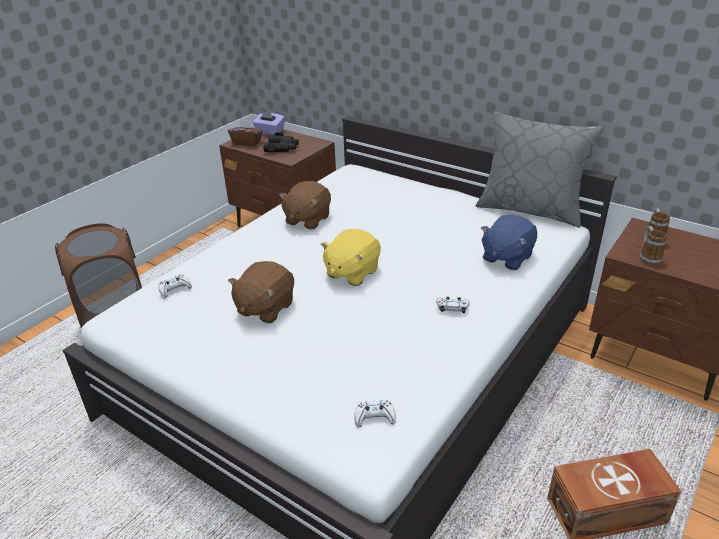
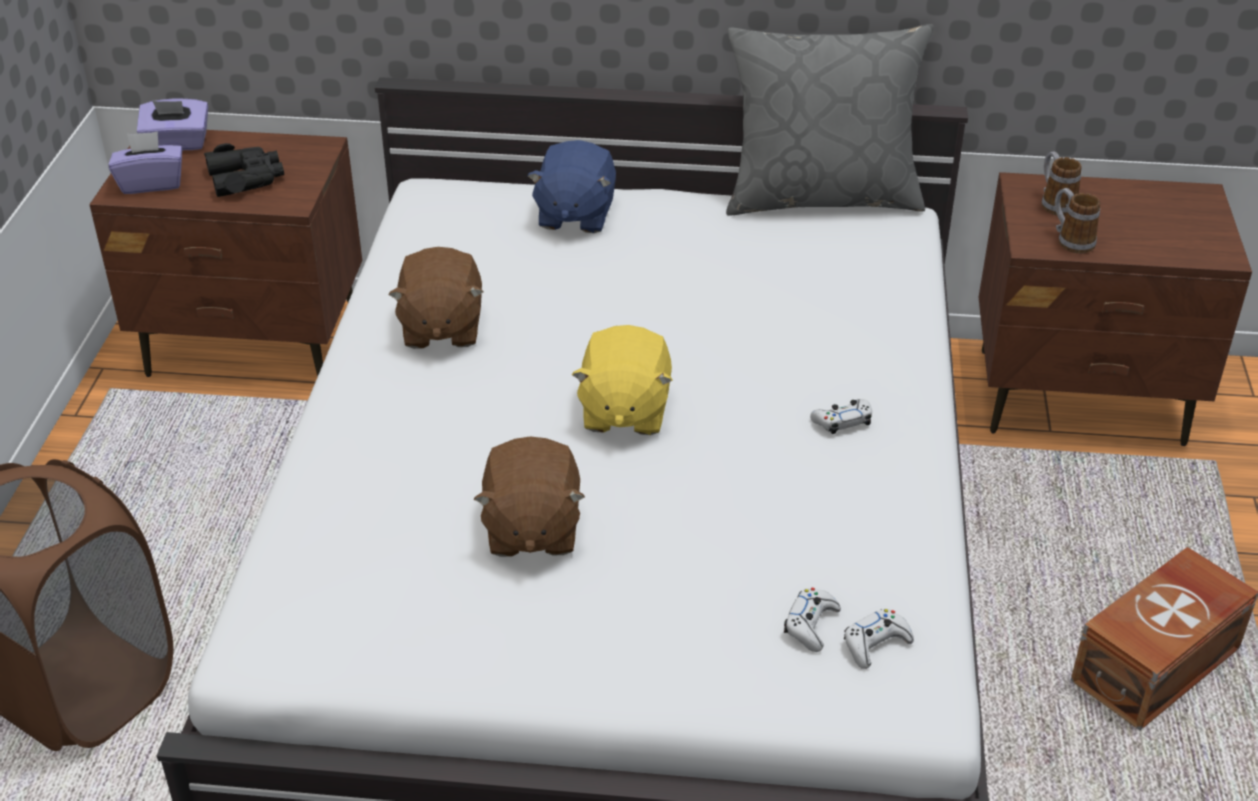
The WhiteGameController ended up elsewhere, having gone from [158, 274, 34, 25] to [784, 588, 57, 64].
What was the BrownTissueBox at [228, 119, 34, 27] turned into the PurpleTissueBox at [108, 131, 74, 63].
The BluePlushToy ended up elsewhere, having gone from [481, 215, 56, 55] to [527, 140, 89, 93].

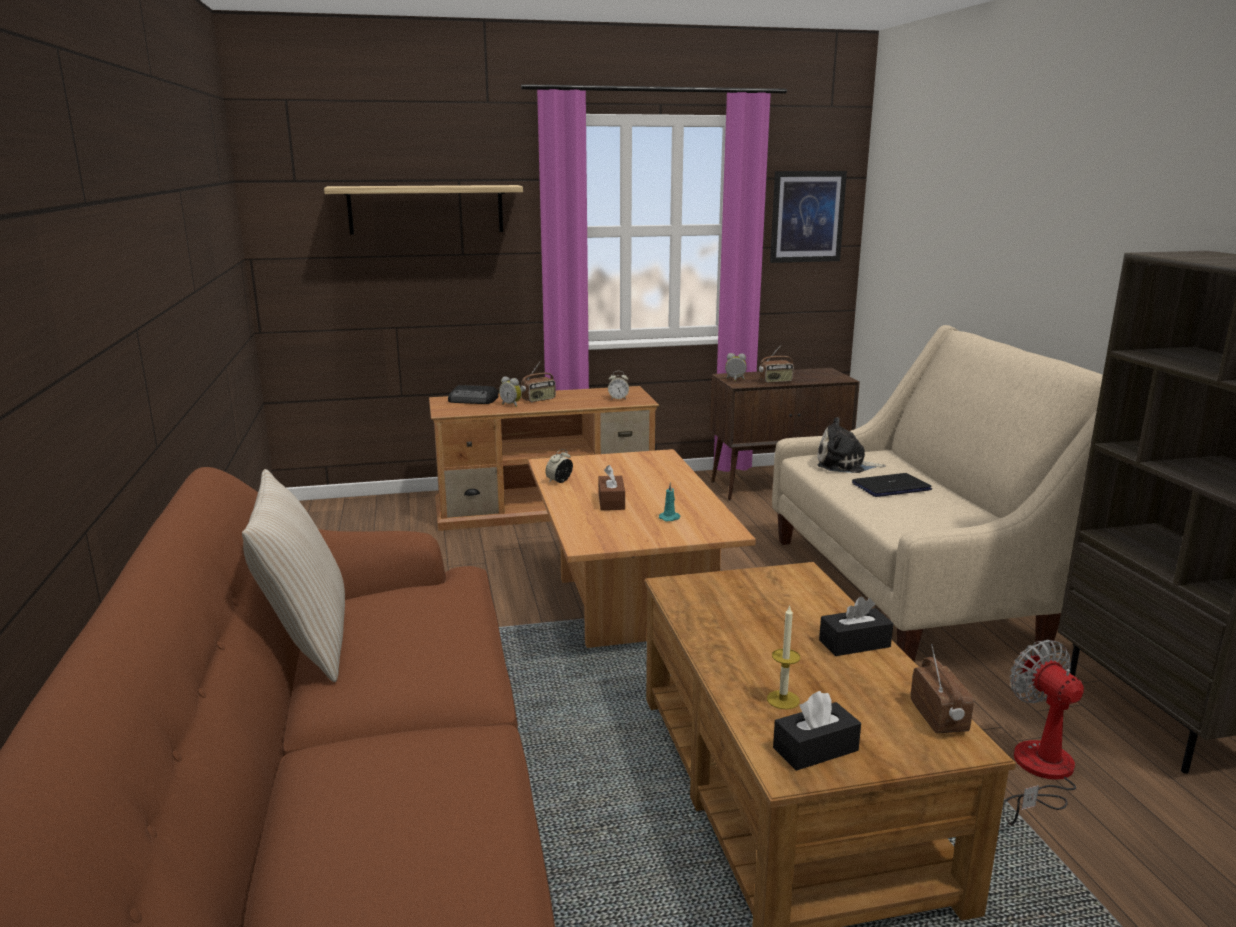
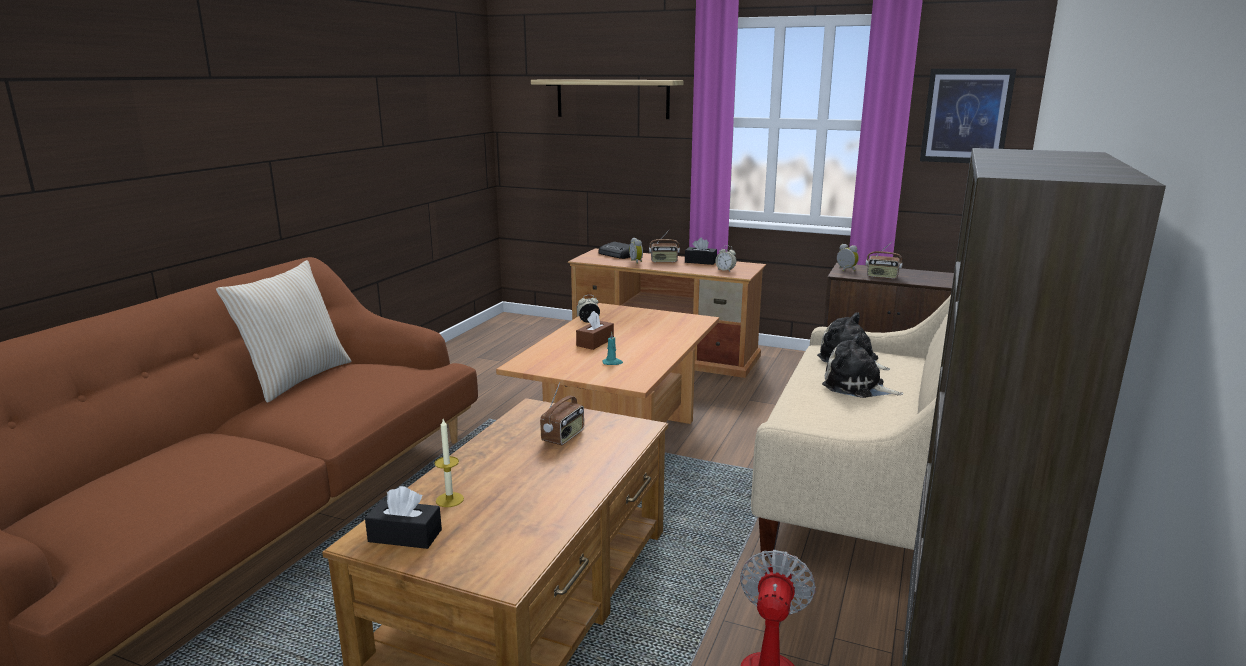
The BlackTissueBox ended up elsewhere, having gone from [819, 597, 74, 59] to [685, 238, 32, 27].
Where the Laptop stood at [852, 473, 80, 24], the PlushToy came to stand at [822, 334, 81, 64].
The Radio ended up elsewhere, having gone from [911, 644, 63, 90] to [540, 382, 44, 63].

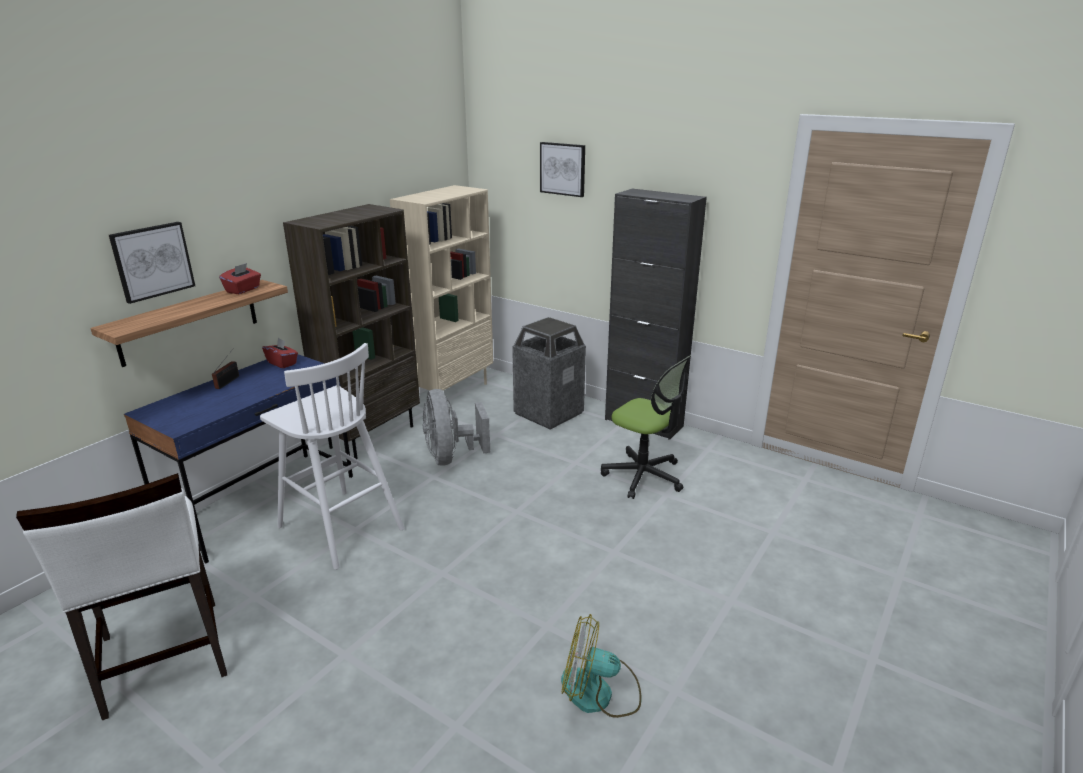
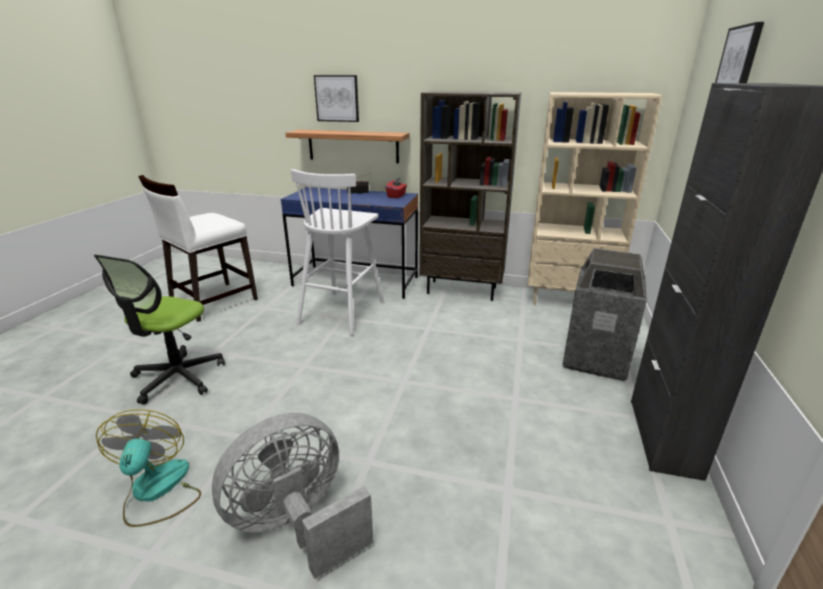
The second view lost the RedTissueBox at [219, 263, 42, 31].
The GreyFan ended up elsewhere, having gone from [423, 389, 67, 76] to [212, 413, 162, 166].
The OfficeChair ended up elsewhere, having gone from [601, 356, 90, 143] to [94, 254, 131, 151].

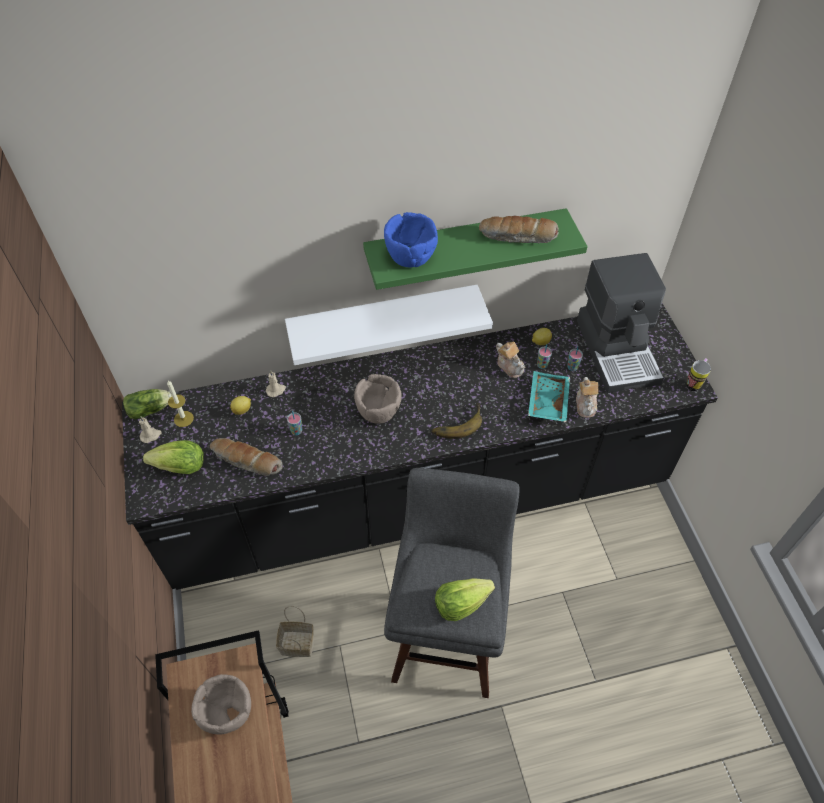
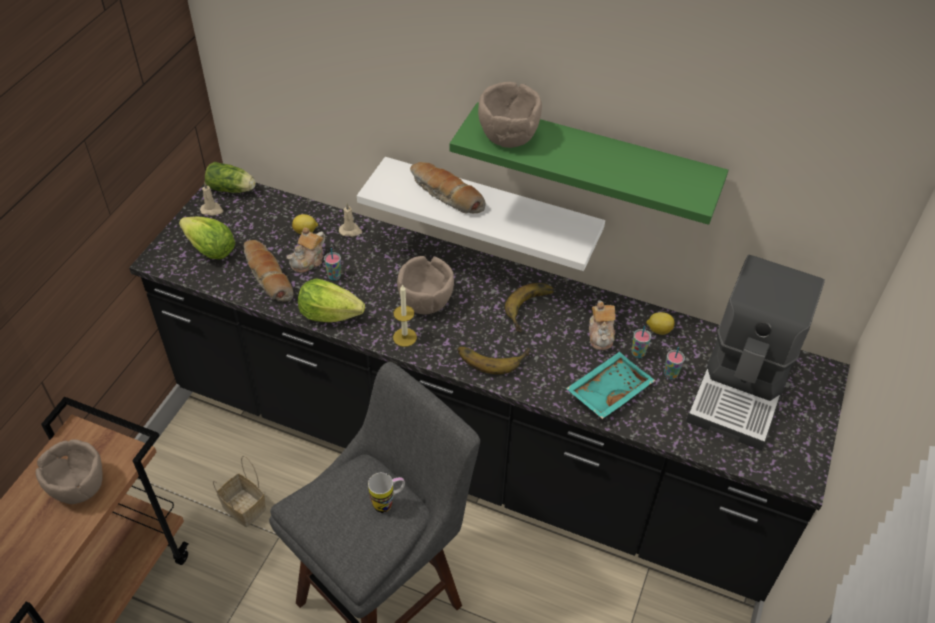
The Candle ended up elsewhere, having gone from [167, 380, 27, 47] to [393, 284, 24, 63].
What was the BlueBowl at [384, 212, 54, 56] turned into the BrownBowl at [478, 82, 64, 66].
The Lettuce ended up elsewhere, having gone from [435, 578, 60, 43] to [298, 278, 67, 44].
The Bread ended up elsewhere, having gone from [479, 216, 80, 27] to [410, 162, 76, 52].
The Teapot ended up elsewhere, having gone from [576, 377, 23, 41] to [287, 227, 38, 46].
The Mug ended up elsewhere, having gone from [686, 358, 25, 33] to [368, 473, 37, 40].
The second view gained the Banana at [505, 283, 49, 49].

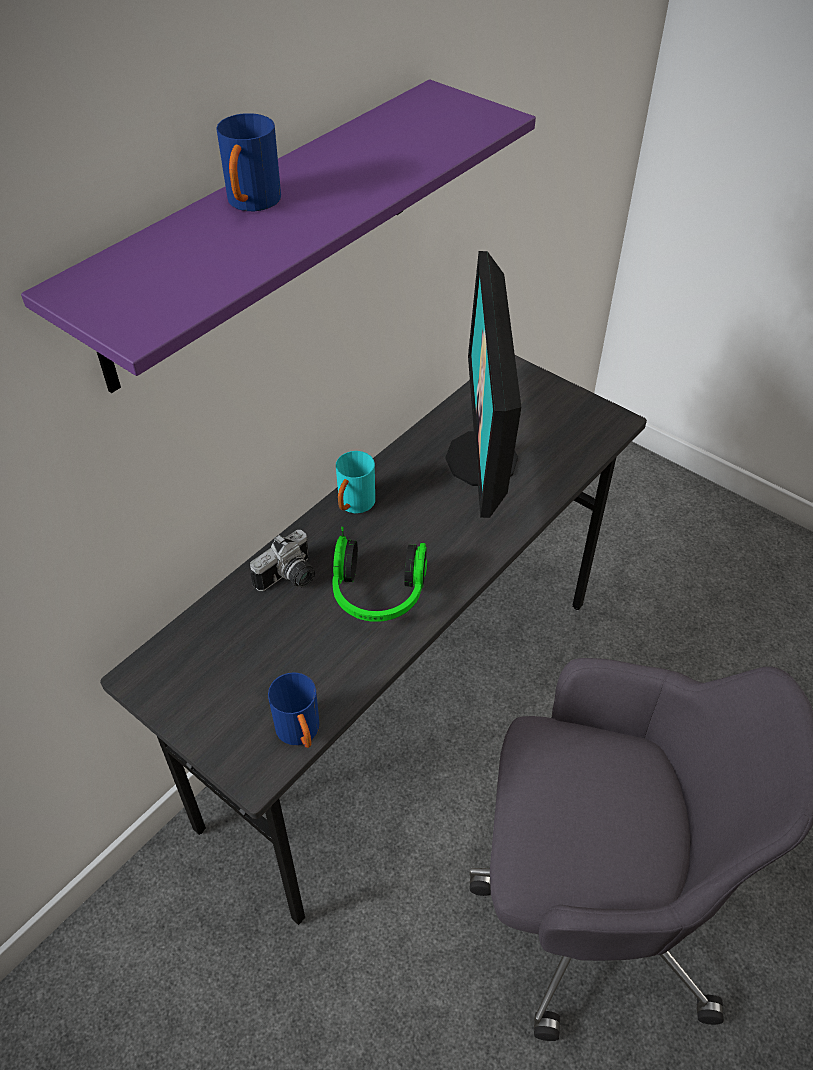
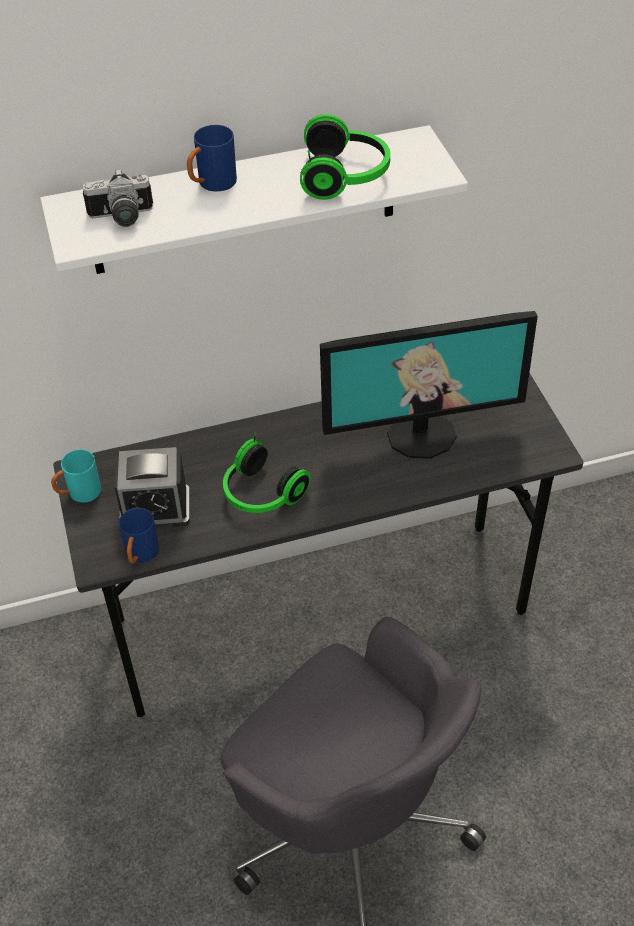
What was the PurpleShelf at [21, 80, 515, 313] turned into the WhiteShelf at [40, 125, 428, 149].
The PhotoCamera ended up elsewhere, having gone from [250, 530, 65, 61] to [83, 169, 70, 58].
The TurquoiseMug ended up elsewhere, having gone from [336, 451, 39, 62] to [51, 449, 50, 53].
The Monitor at [446, 251, 75, 267] ended up facing another way, 135 degrees counterclockwise from before.
The second view gained the AlarmClock at [114, 447, 76, 80].
The second view gained the Headphones at [300, 114, 90, 86].

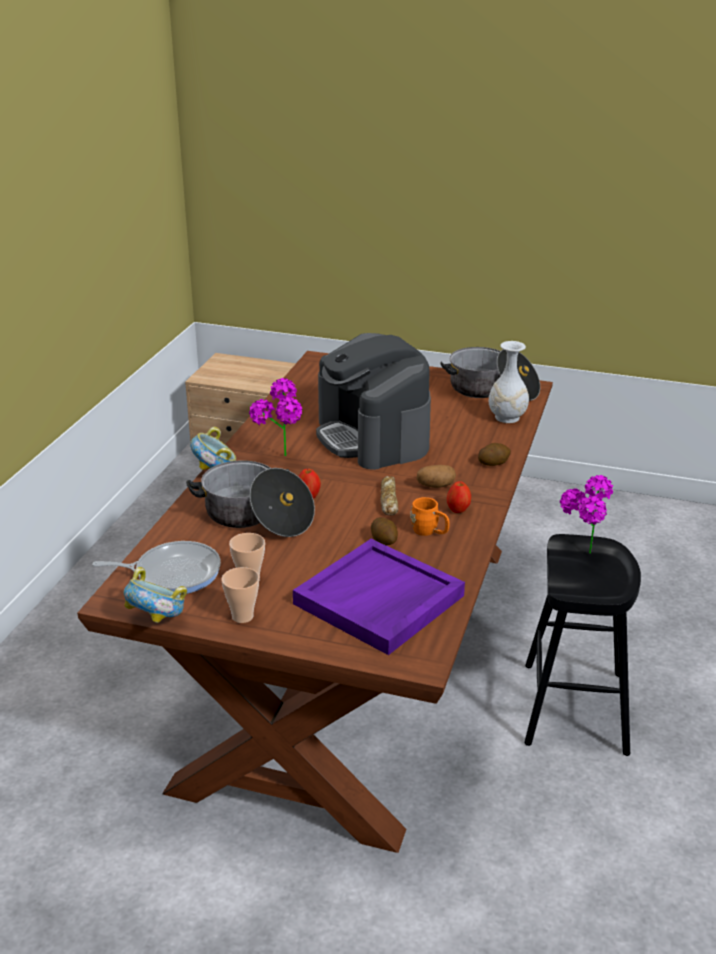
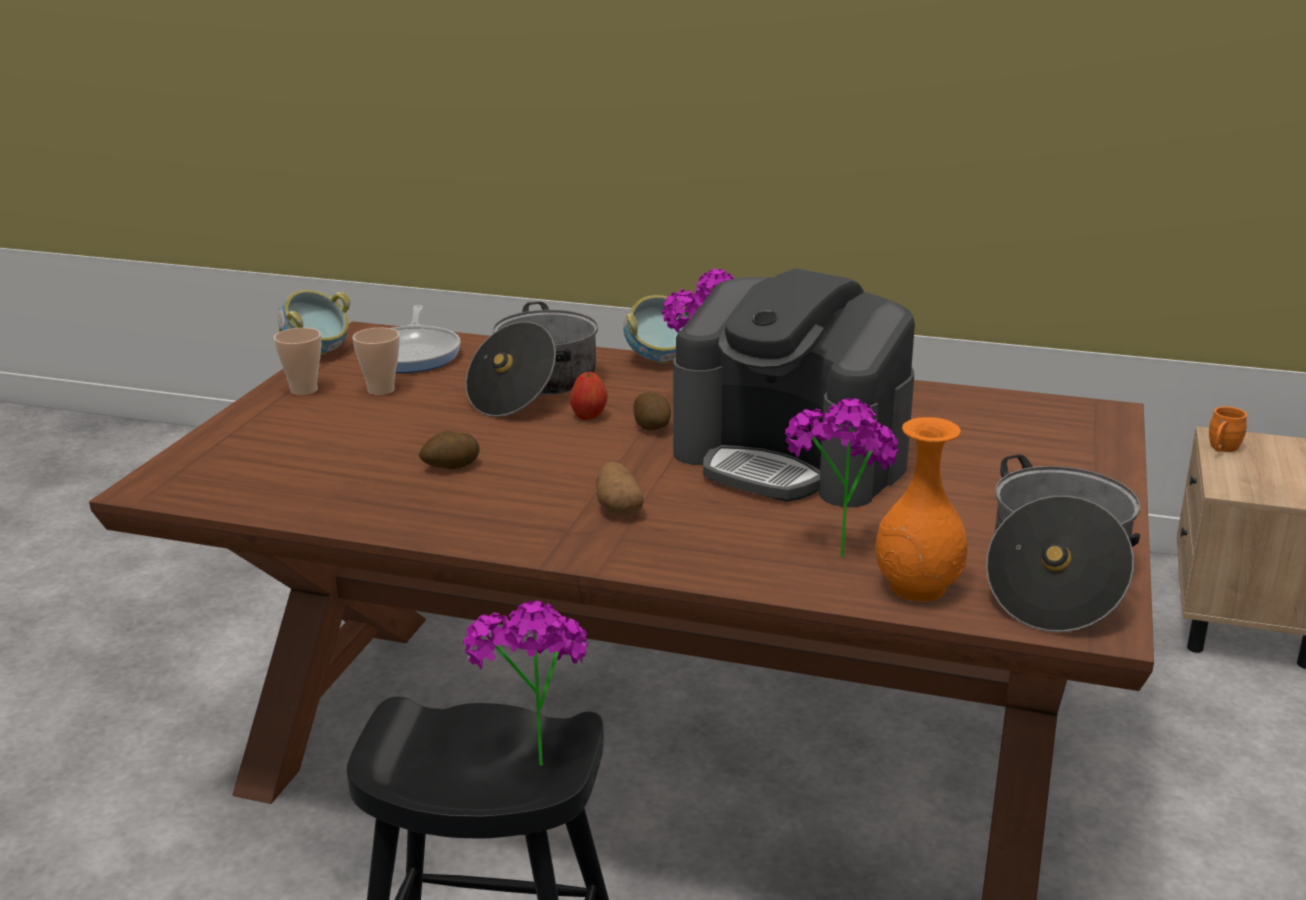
The second view lost the PurpleTray at [293, 539, 172, 116].
The CoffeeMachine at [316, 333, 115, 137] ended up facing another way, 120 degrees counterclockwise from before.
The second view lost the Bread at [380, 476, 19, 40].
The OrangeMug ended up elsewhere, having gone from [410, 497, 40, 39] to [1209, 406, 38, 46].
The second view lost the Apple at [447, 481, 24, 32].
The Potato ended up elsewhere, having gone from [478, 443, 33, 23] to [633, 392, 38, 38].
What was the WhiteVase at [488, 341, 41, 82] turned into the OrangeVase at [875, 417, 92, 185].
The second view gained the PottedPlant at [785, 398, 114, 160].

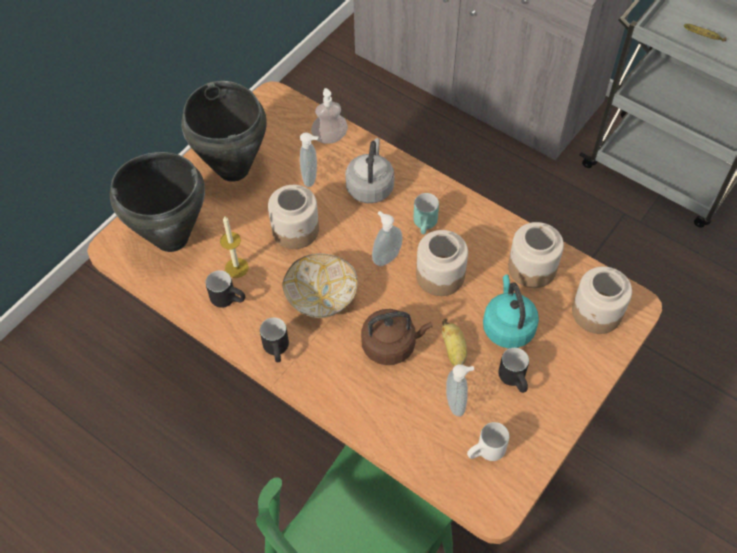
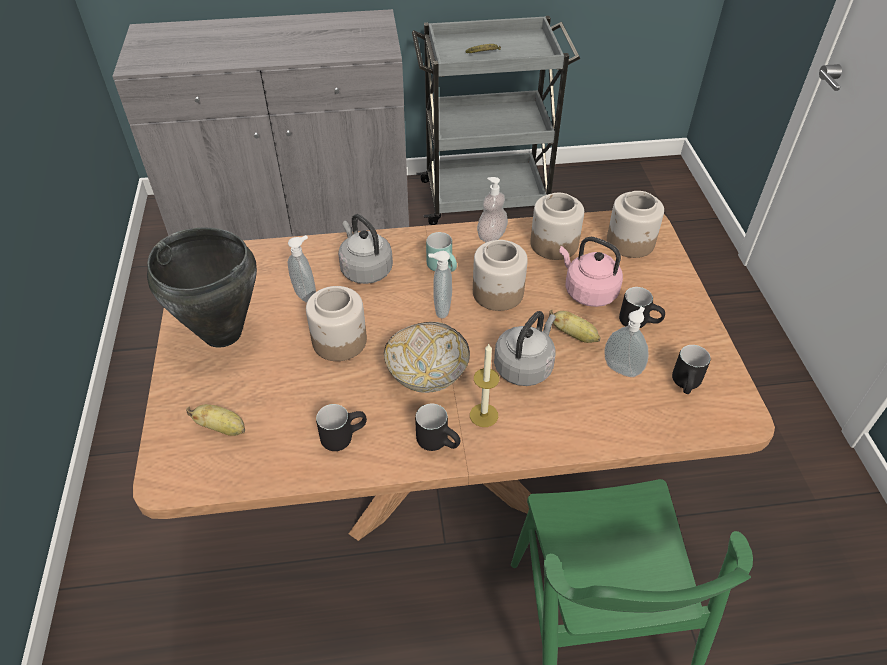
Where the BlackCookingPot stood at [110, 152, 95, 100], the Banana came to stand at [186, 404, 59, 32].
The Candle ended up elsewhere, having gone from [220, 216, 29, 62] to [470, 344, 29, 83].
The SoapDispenser ended up elsewhere, having gone from [311, 88, 37, 56] to [477, 177, 31, 65].
What was the BrownKettle at [361, 309, 72, 56] turned into the GreyKettle at [494, 311, 62, 75].
What was the WhiteMug at [467, 422, 42, 39] turned into the BlackMug at [672, 345, 39, 49].
What was the TurquoiseKettle at [483, 274, 56, 74] turned into the PinkKettle at [559, 237, 64, 70].

